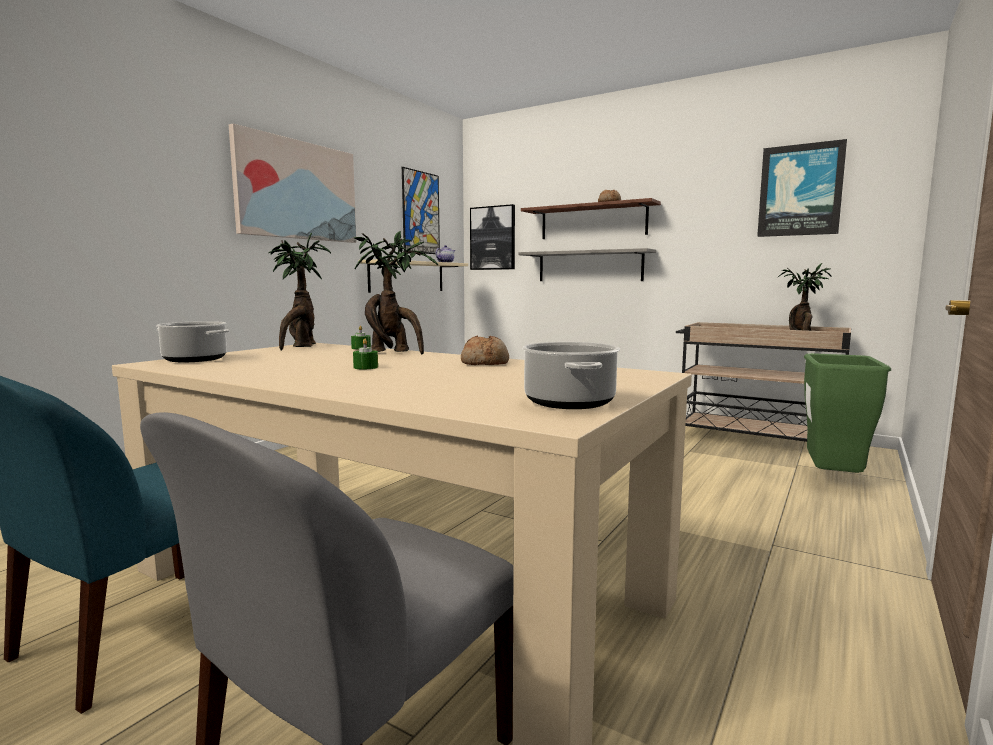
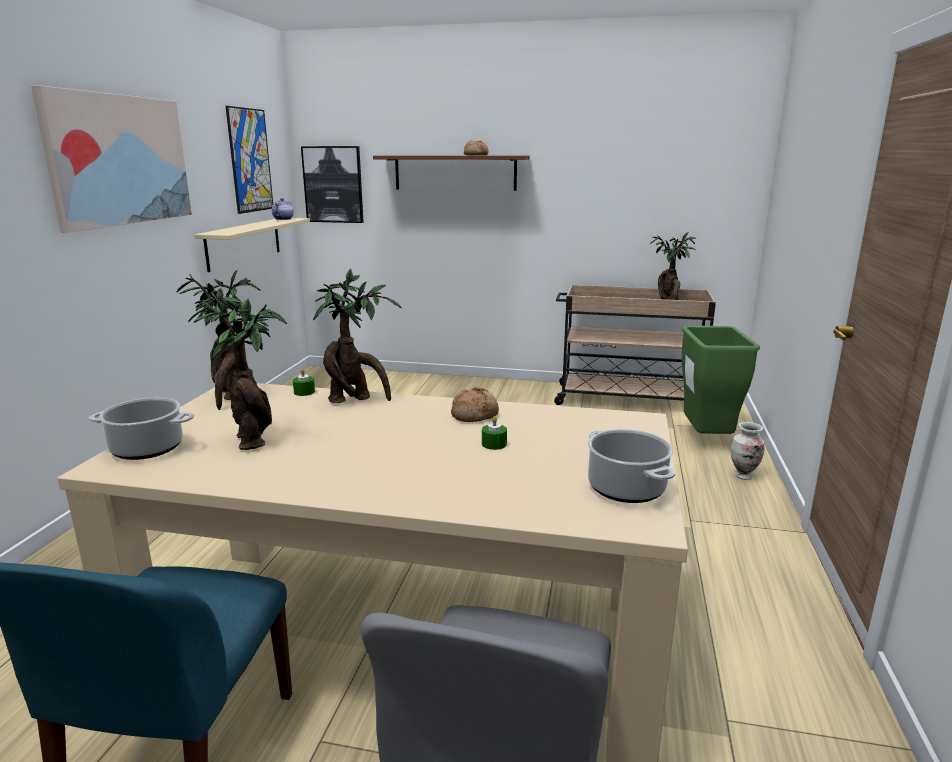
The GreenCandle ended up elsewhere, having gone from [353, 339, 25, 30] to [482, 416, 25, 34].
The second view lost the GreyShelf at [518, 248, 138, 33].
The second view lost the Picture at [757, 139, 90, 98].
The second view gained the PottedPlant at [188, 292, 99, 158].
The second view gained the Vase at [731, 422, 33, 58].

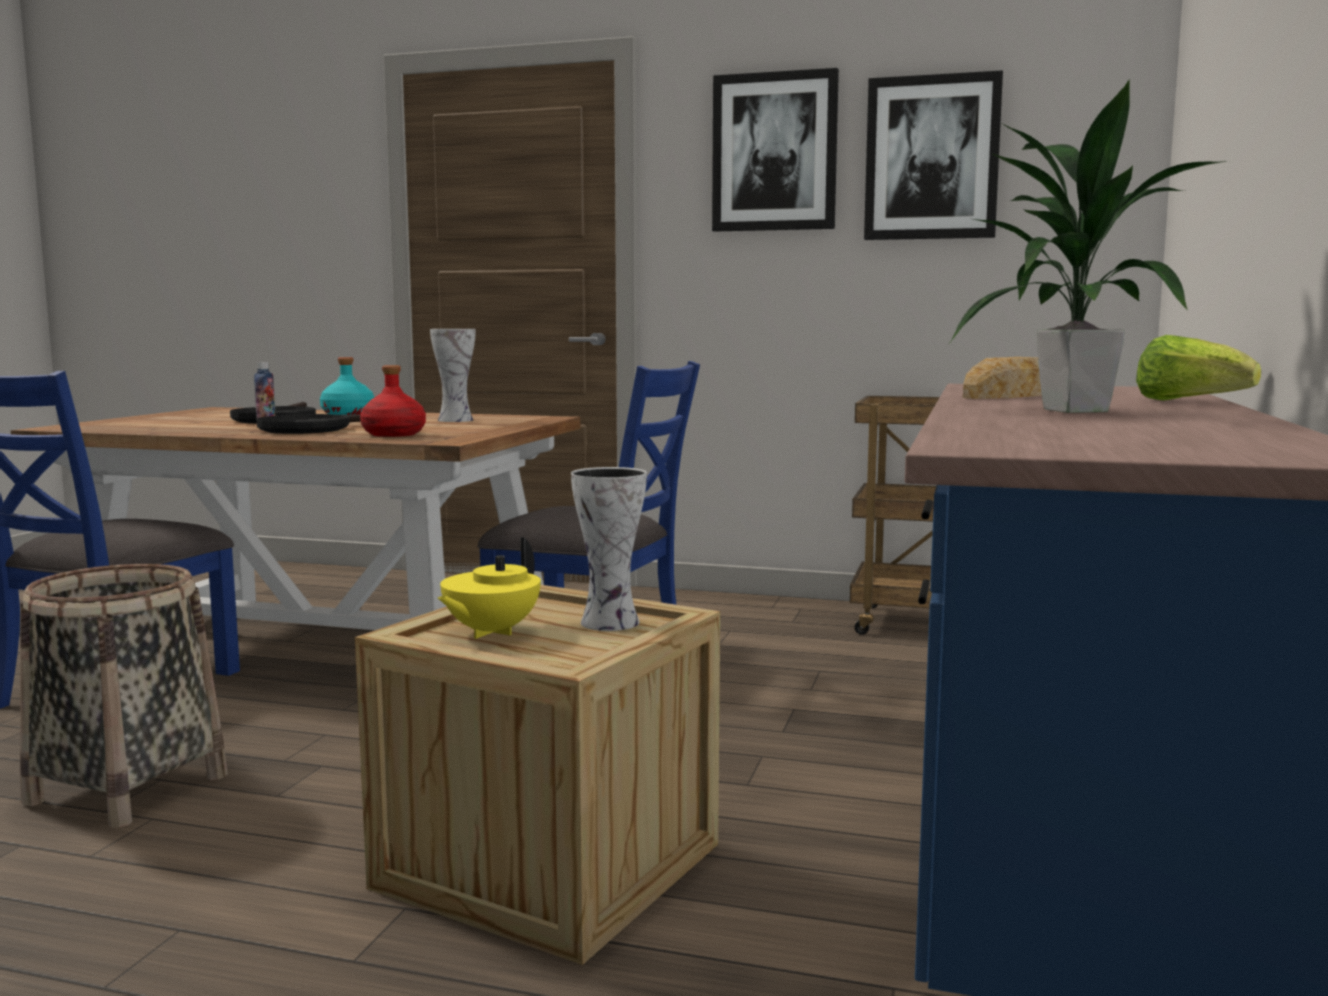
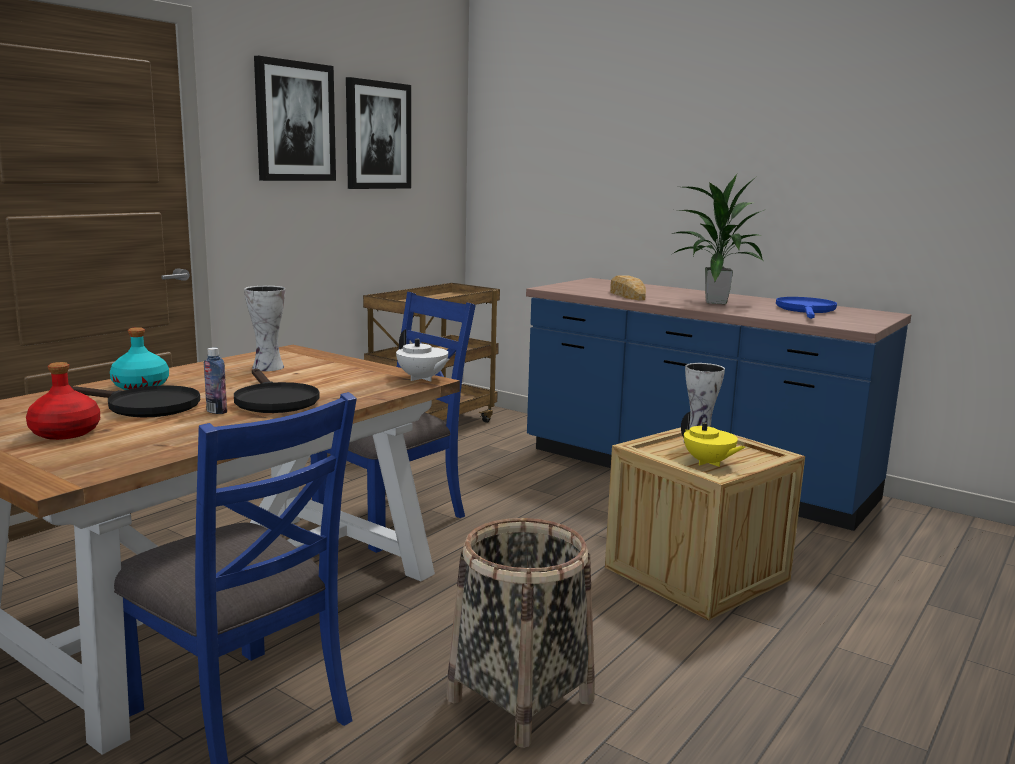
The RedBottle ended up elsewhere, having gone from [360, 365, 66, 72] to [26, 362, 74, 78].
The second view lost the Lettuce at [1136, 335, 125, 66].
The second view gained the WhiteTeapot at [396, 329, 53, 53].
The second view gained the BlueFryingPan at [776, 297, 61, 22].

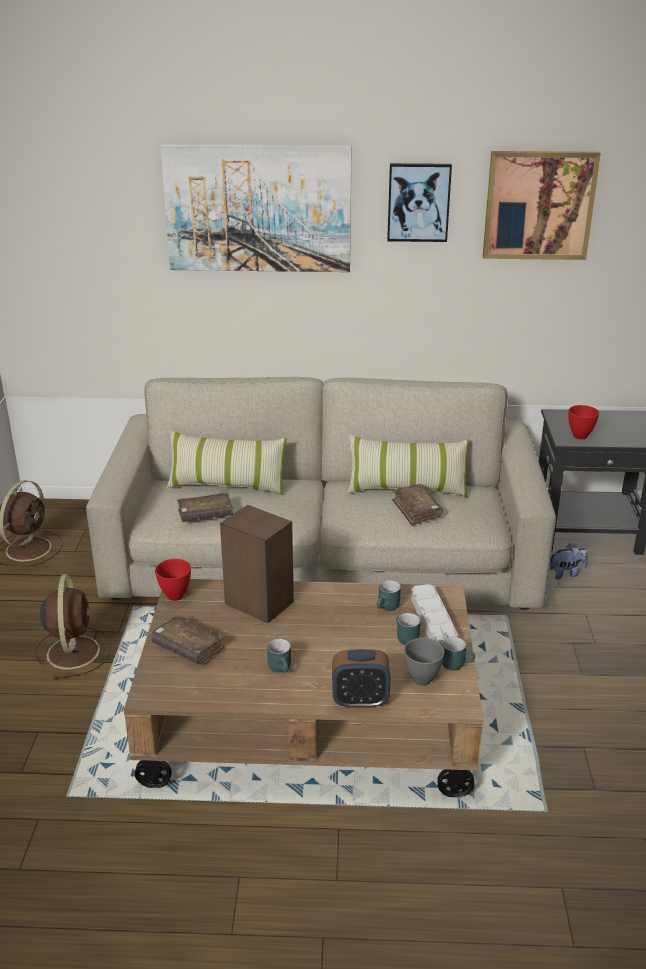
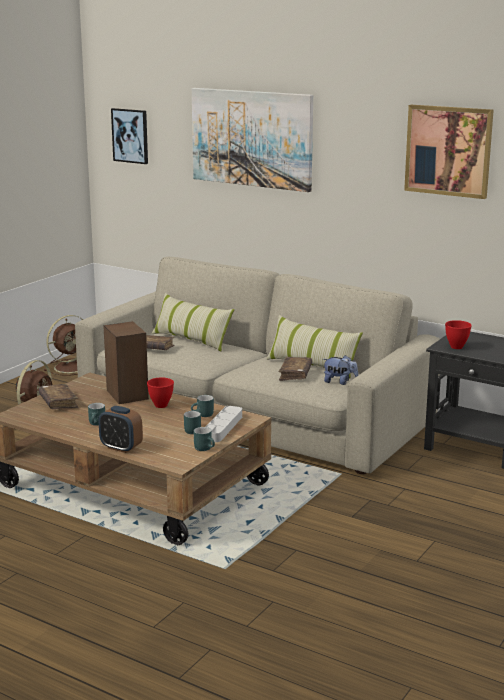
The RedBowl ended up elsewhere, having gone from [155, 559, 36, 42] to [147, 378, 27, 30].
The Picture ended up elsewhere, having gone from [387, 163, 65, 79] to [111, 108, 37, 56].
The second view lost the GreyBowl at [404, 638, 41, 48].
The PlushToy ended up elsewhere, having gone from [549, 543, 39, 37] to [323, 355, 35, 30].

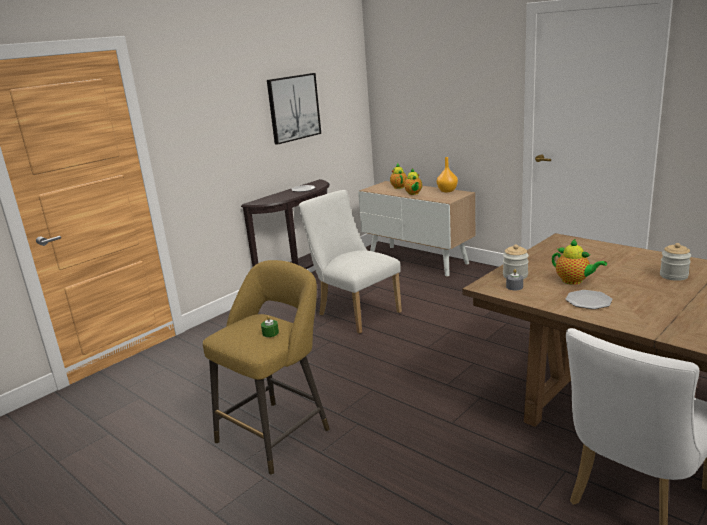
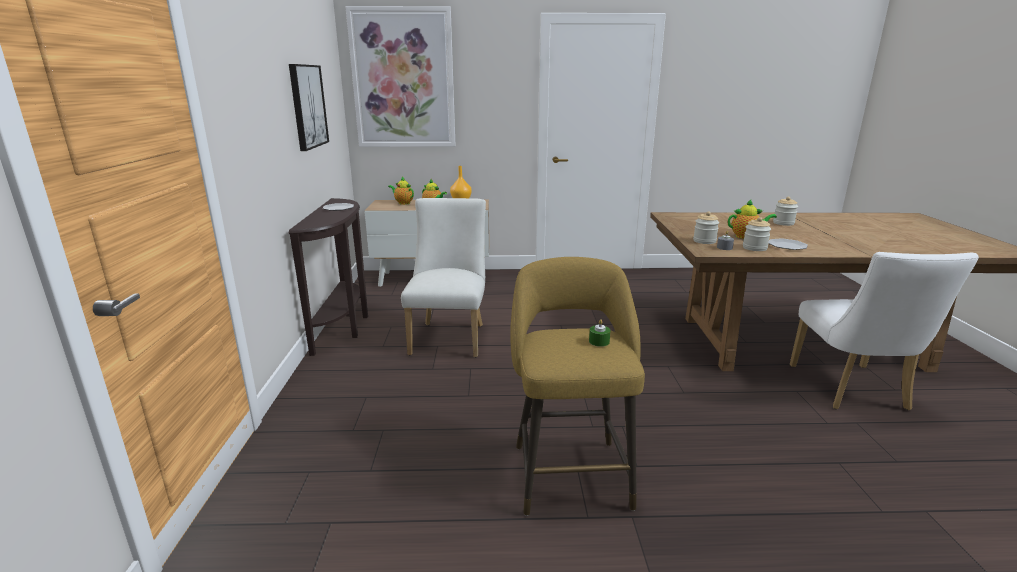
The WhiteChair at [298, 190, 104, 144] ended up facing another way, 90 degrees clockwise from before.
The second view gained the Picture at [345, 6, 111, 141].
The second view gained the Jar at [743, 217, 28, 34].

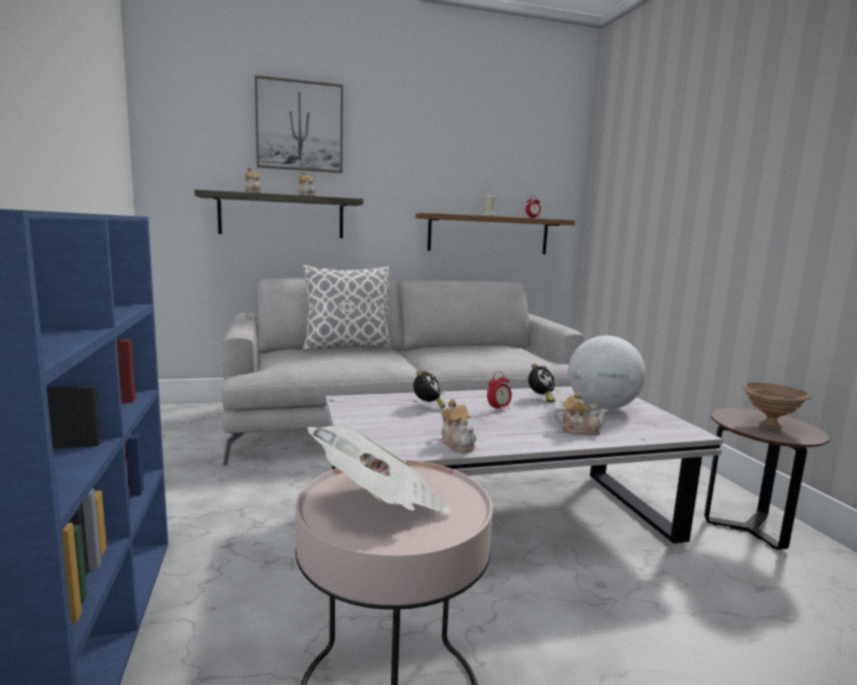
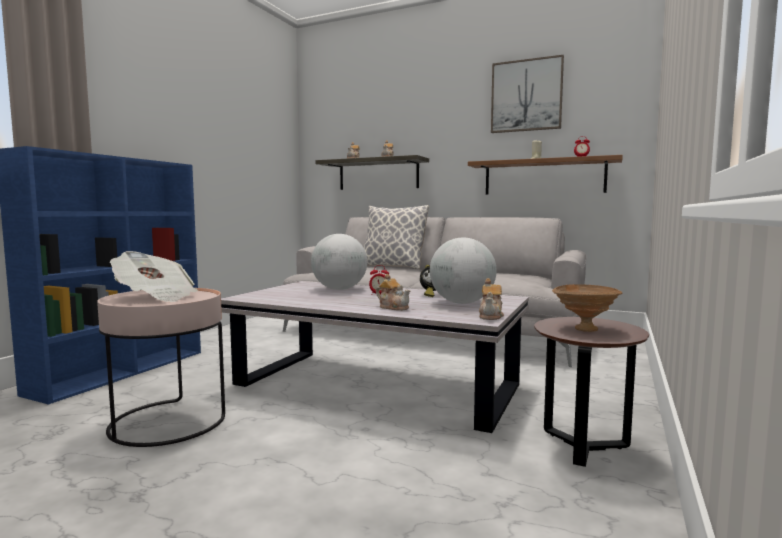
The Picture ended up elsewhere, having gone from [255, 75, 88, 98] to [491, 55, 73, 78].
Where the AlarmClock stood at [413, 370, 33, 39], the Globe came to stand at [311, 234, 56, 56].
The Teapot ended up elsewhere, having gone from [441, 399, 35, 54] to [479, 278, 25, 42].

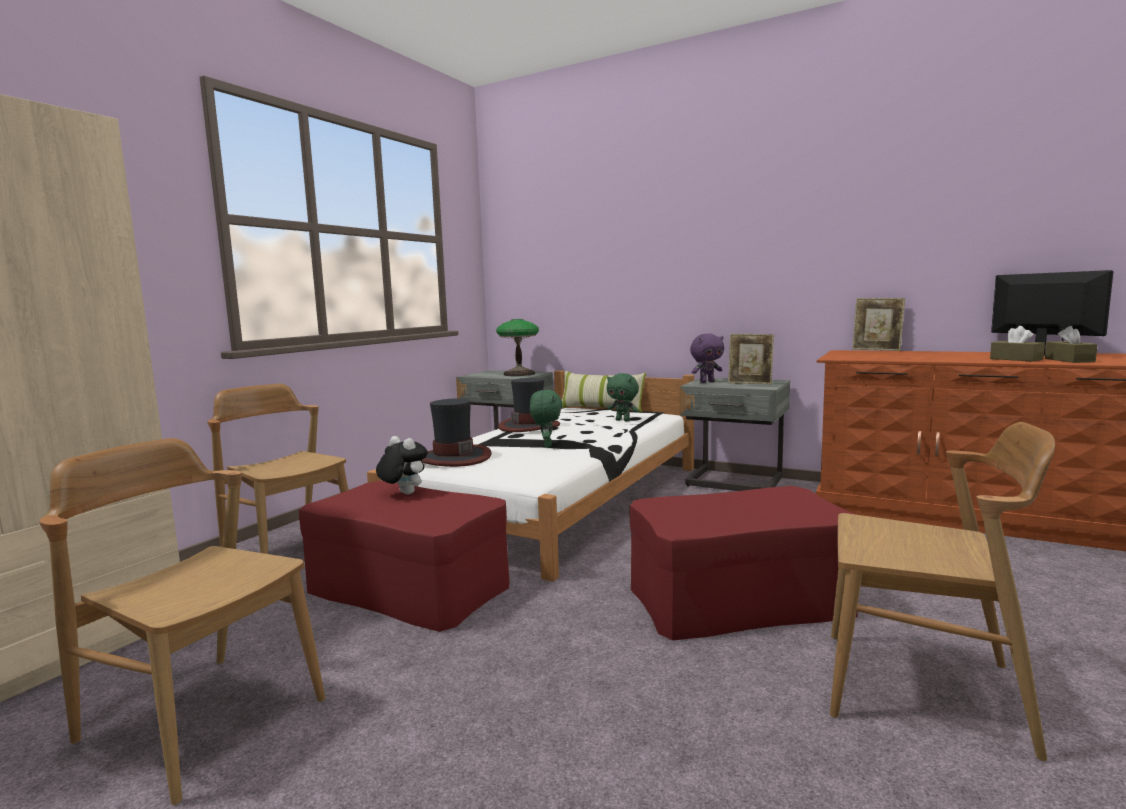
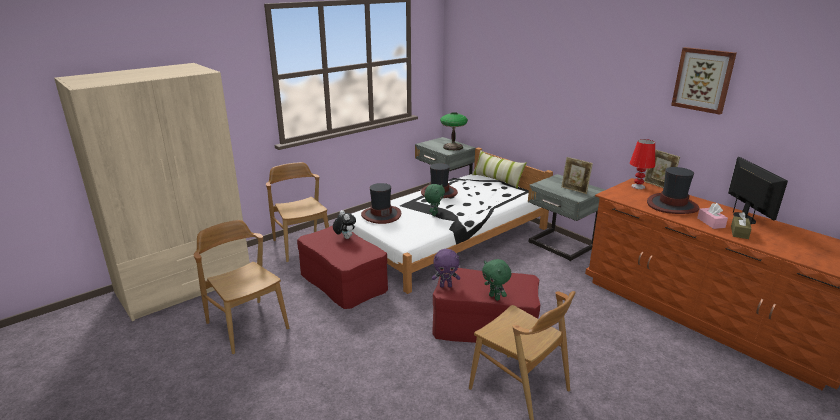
The GreenPlushToy ended up elsewhere, having gone from [607, 373, 32, 48] to [482, 259, 29, 42].
The PurplePlushToy ended up elsewhere, having gone from [690, 334, 34, 49] to [432, 249, 28, 38].
What was the BrownTissueBox at [990, 326, 55, 36] turned into the PinkTissueBox at [697, 203, 31, 26].
The second view gained the RedTableLamp at [630, 139, 25, 50].
The second view gained the Hat at [647, 167, 52, 47].
The second view gained the Picture at [671, 47, 66, 68].

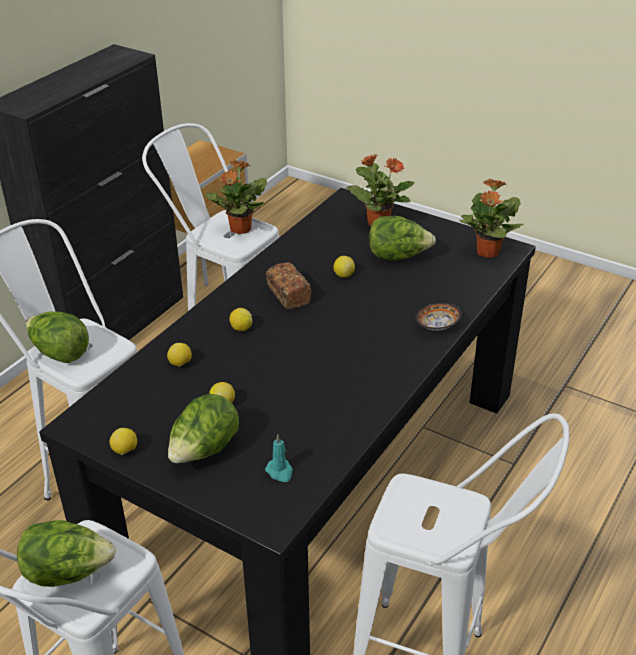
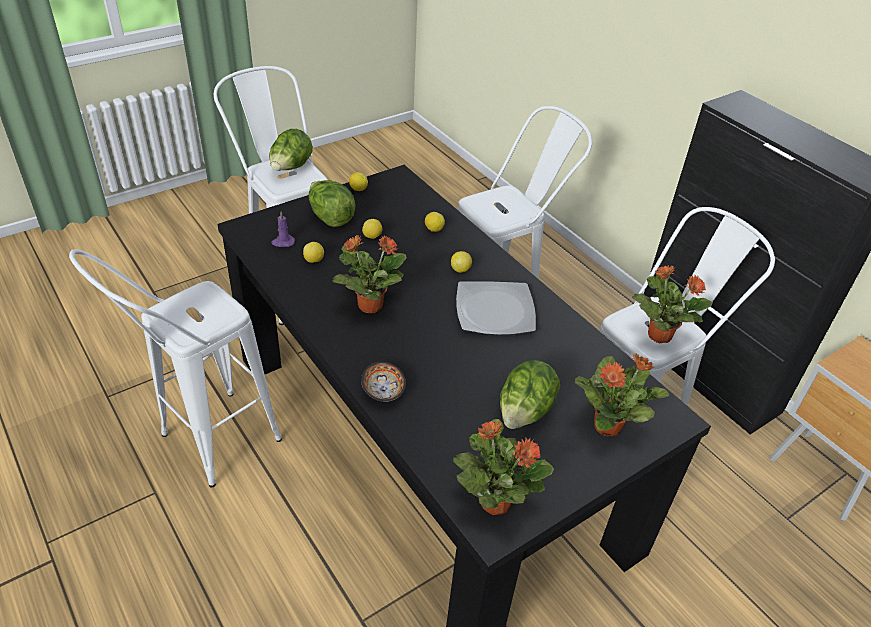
The second view lost the Lettuce at [26, 312, 63, 51].
What was the TurquoiseCandle at [265, 435, 28, 47] turned into the PurpleCandle at [271, 212, 24, 35].
Where the Bread stood at [266, 262, 45, 47], the Plate came to stand at [456, 282, 80, 53].
The Lemon ended up elsewhere, having gone from [333, 256, 22, 22] to [303, 242, 21, 21].
The second view gained the PottedPlant at [332, 235, 75, 78].

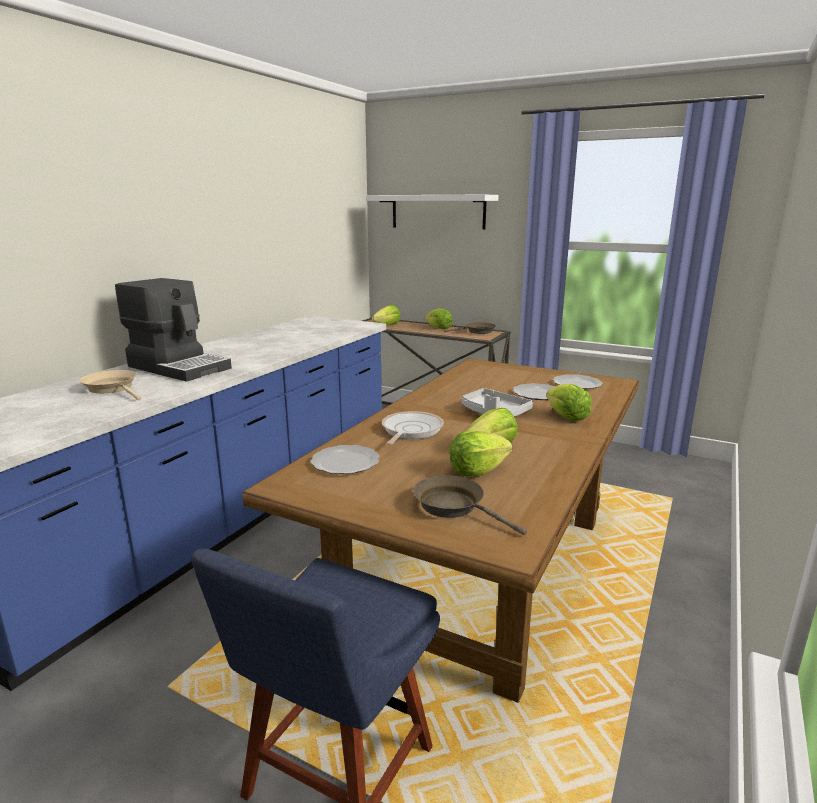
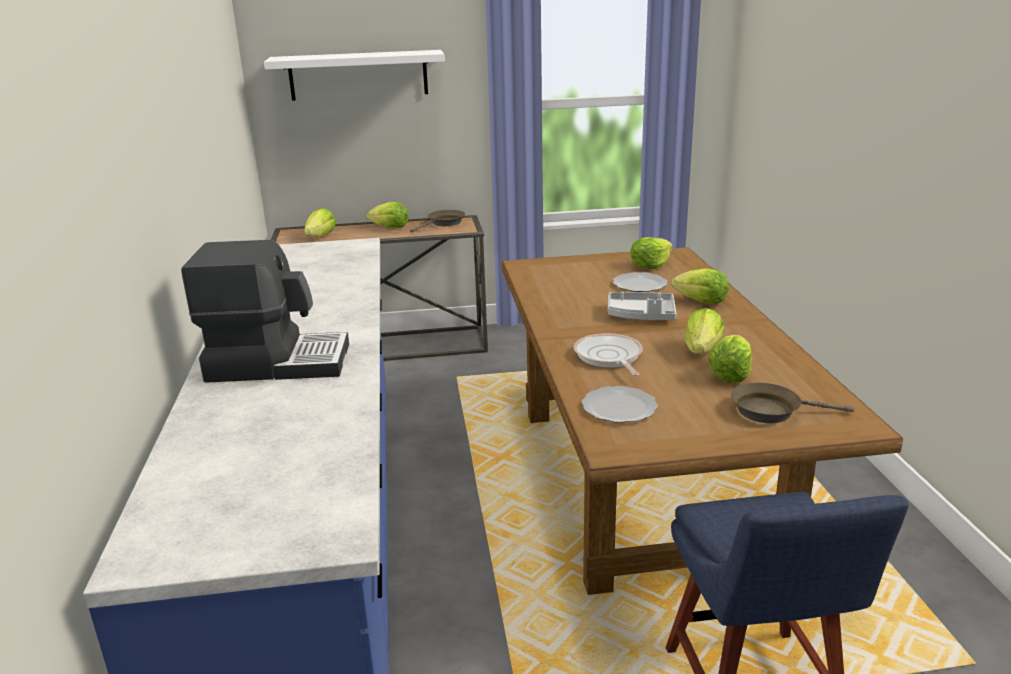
The second view lost the BeigeFryingPan at [79, 370, 62, 30].
Where the Plate stood at [553, 374, 50, 16], the Lettuce came to stand at [630, 237, 43, 32].

